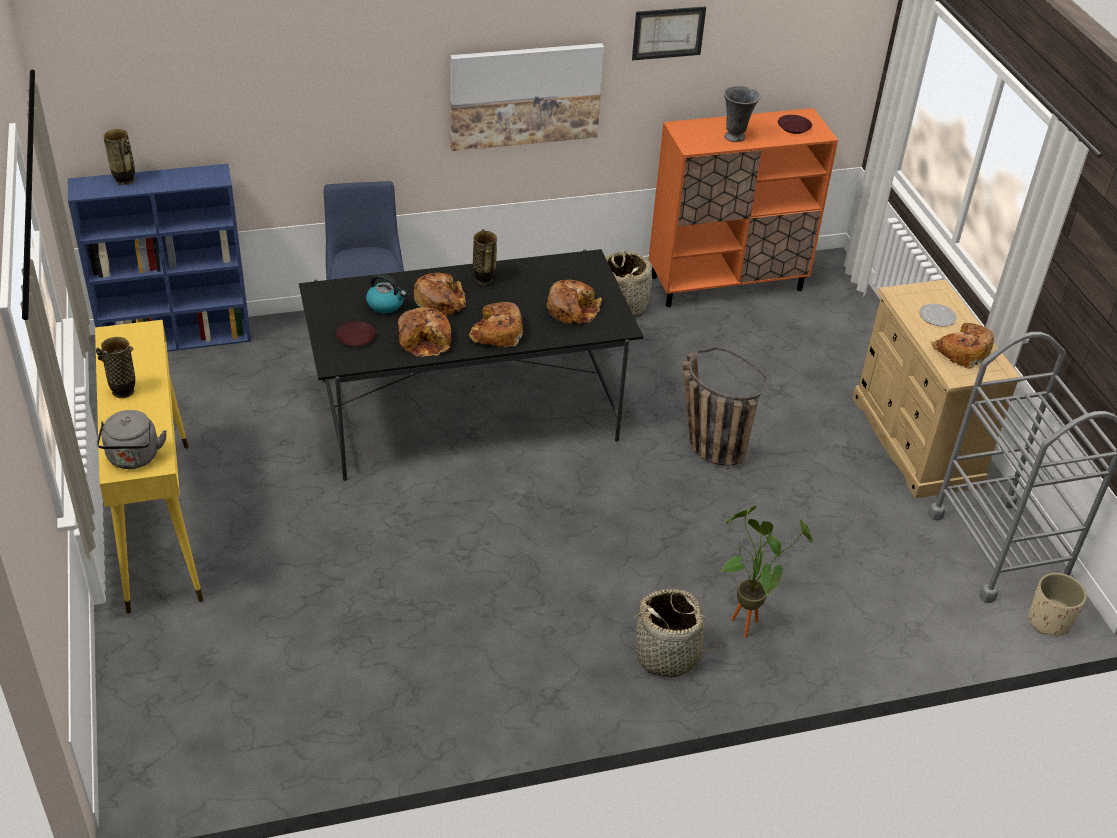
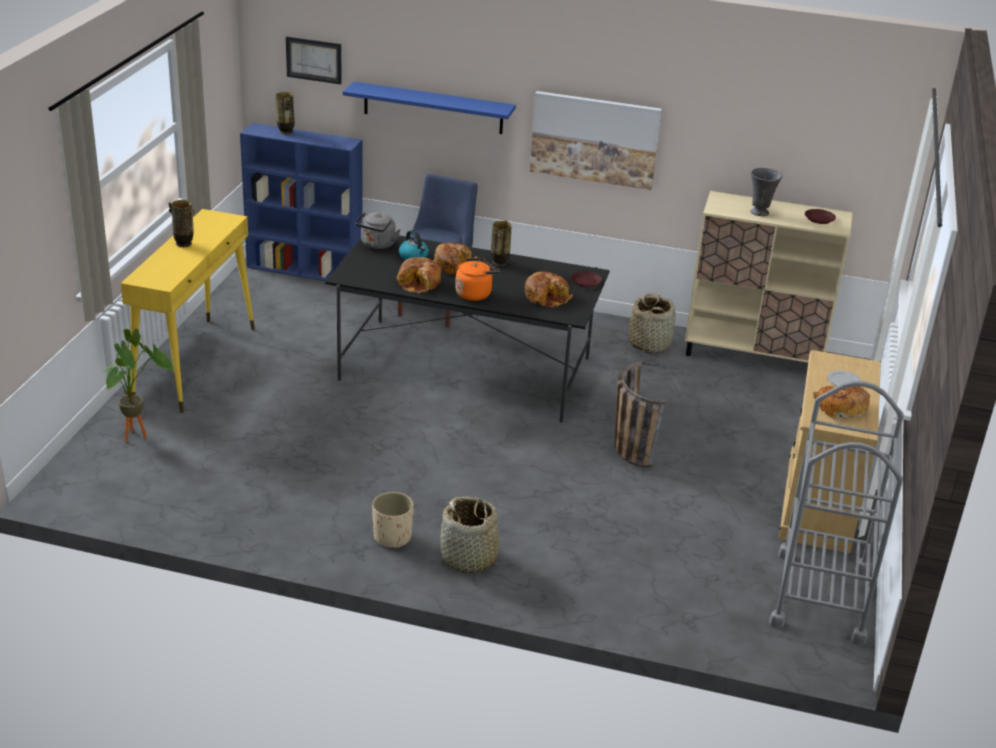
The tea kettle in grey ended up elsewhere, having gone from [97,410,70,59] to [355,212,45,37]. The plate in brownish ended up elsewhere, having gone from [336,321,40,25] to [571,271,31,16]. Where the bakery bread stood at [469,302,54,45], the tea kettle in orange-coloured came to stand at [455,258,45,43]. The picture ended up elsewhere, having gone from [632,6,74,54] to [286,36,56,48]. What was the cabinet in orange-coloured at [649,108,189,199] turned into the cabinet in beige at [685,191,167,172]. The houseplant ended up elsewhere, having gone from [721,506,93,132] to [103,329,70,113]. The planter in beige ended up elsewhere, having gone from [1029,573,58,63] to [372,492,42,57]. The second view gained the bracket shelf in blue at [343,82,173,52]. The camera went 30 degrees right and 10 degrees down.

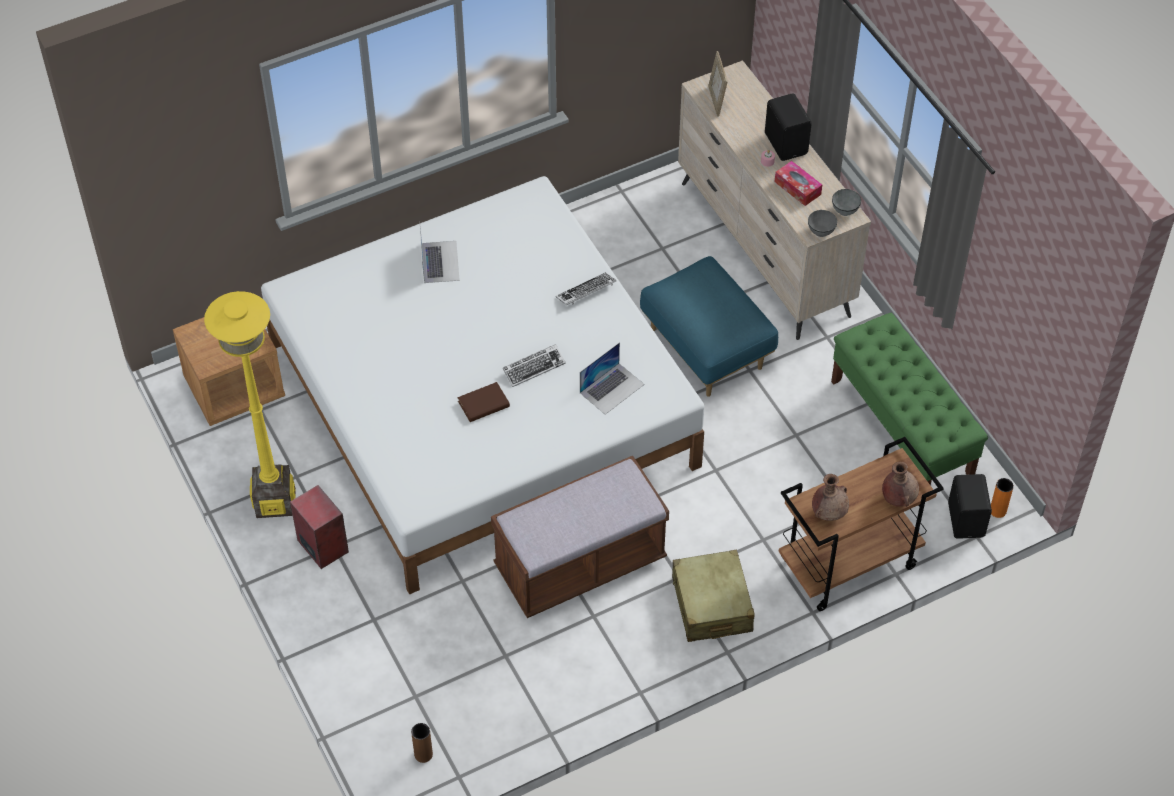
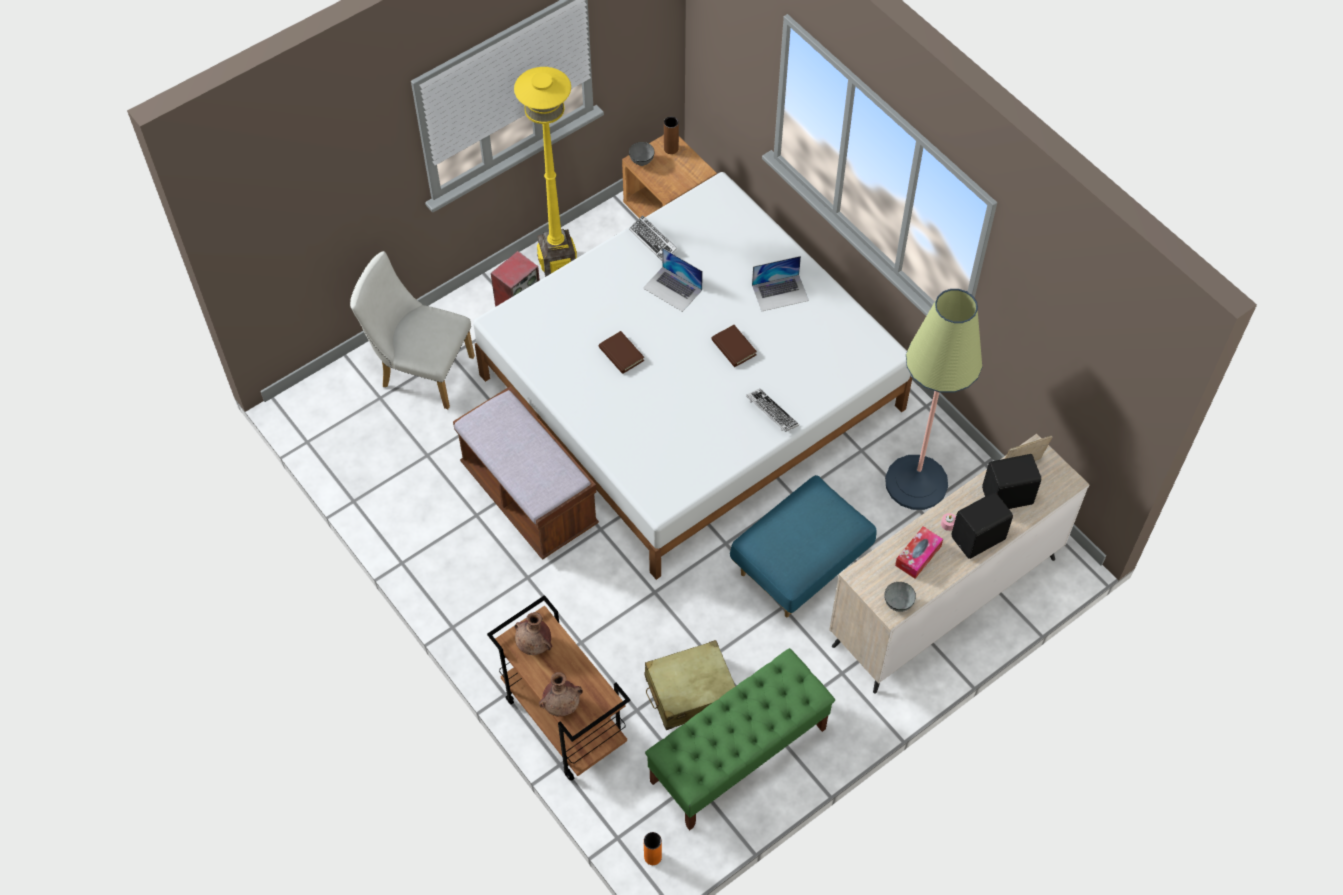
The flower vase in brownish ended up elsewhere, having gone from [411,723,22,40] to [664,117,15,37]. The keyboard ended up elsewhere, having gone from [503,344,63,43] to [629,215,48,46]. The notebook computer ended up elsewhere, having gone from [580,342,64,73] to [643,248,60,64]. The travel case in beige ended up elsewhere, having gone from [672,550,83,92] to [645,640,91,90]. The bowl in grey ended up elsewhere, having gone from [808,210,29,27] to [629,142,25,24]. The audio speaker in blackish ended up elsewhere, having gone from [948,474,44,65] to [982,454,59,55]. The second view gained the chair in whitish at [350,251,125,158]. The second view gained the bound book in brownish at [711,325,46,42]. The second view gained the standard lamp at [885,289,97,221]. The camera went 80 degrees right and 5 degrees up.

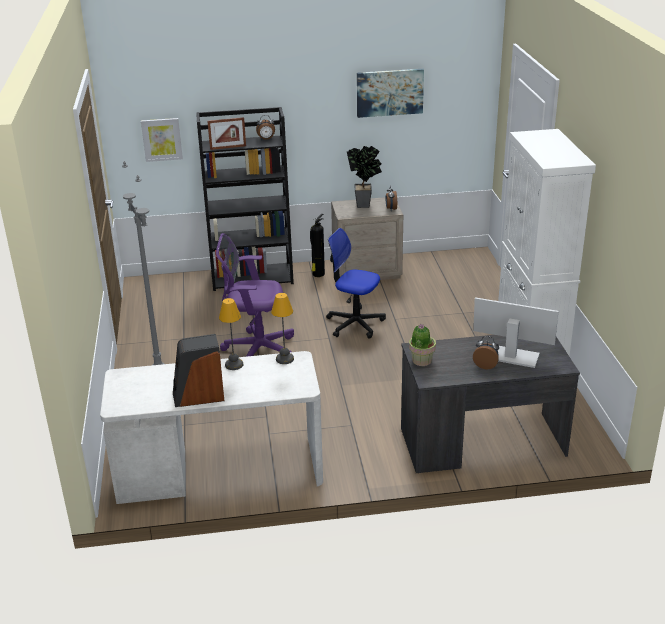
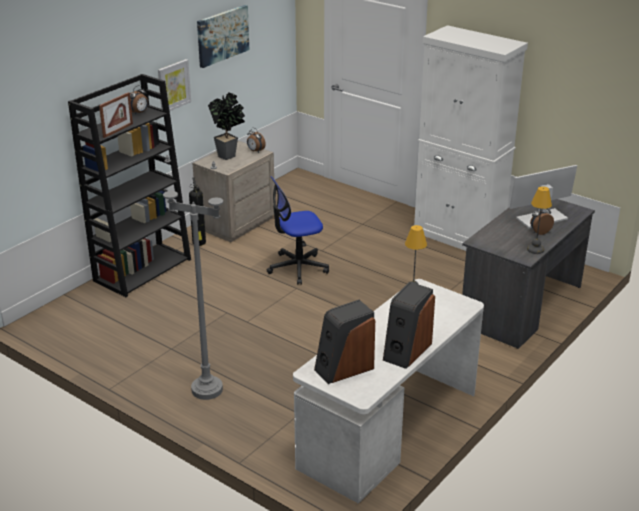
The picture ended up elsewhere, having gone from [141,118,42,44] to [158,59,33,52]. The second view lost the office chair in purple-coloured at [216,233,78,124]. The lamp for a table ended up elsewhere, having gone from [219,298,24,72] to [527,186,25,68]. The second view lost the houseplant at [409,324,27,42]. The second view gained the audio speaker at [314,300,61,84]. The camera went 45 degrees left and 0 degrees up.

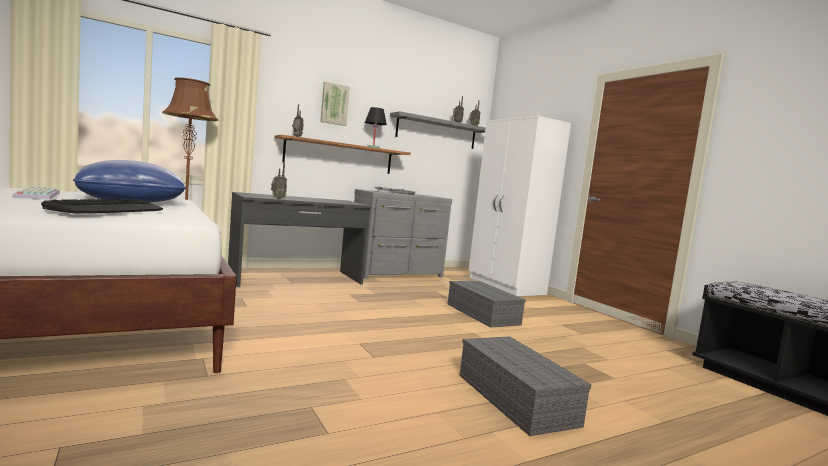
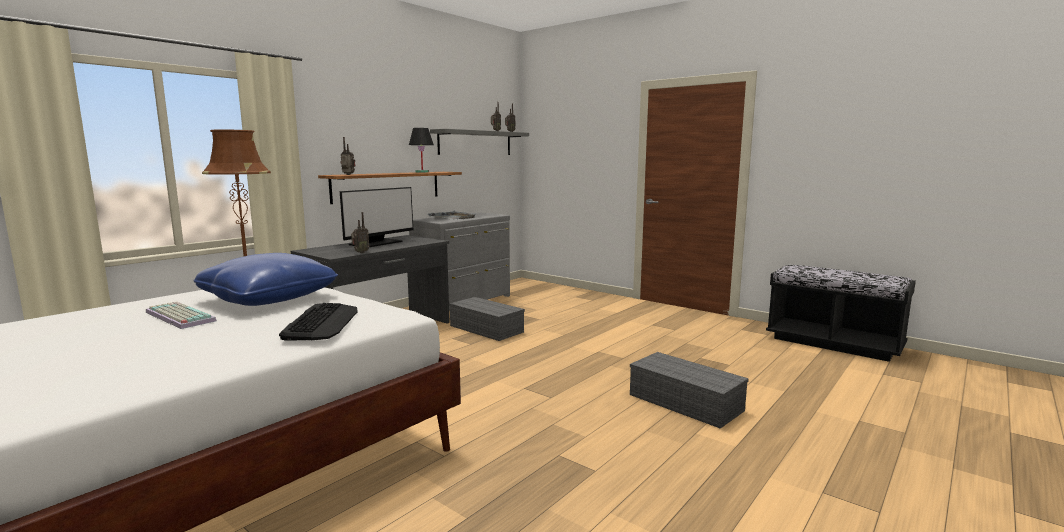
The second view lost the picture at [320,82,30,44]. The storage box in grey ended up elsewhere, having gone from [448,281,78,47] to [449,297,76,44]. The second view lost the wardrobe in whitish at [469,116,102,180]. The second view gained the computer display at [340,187,74,60]. The camera went 20 degrees left and 5 degrees up.

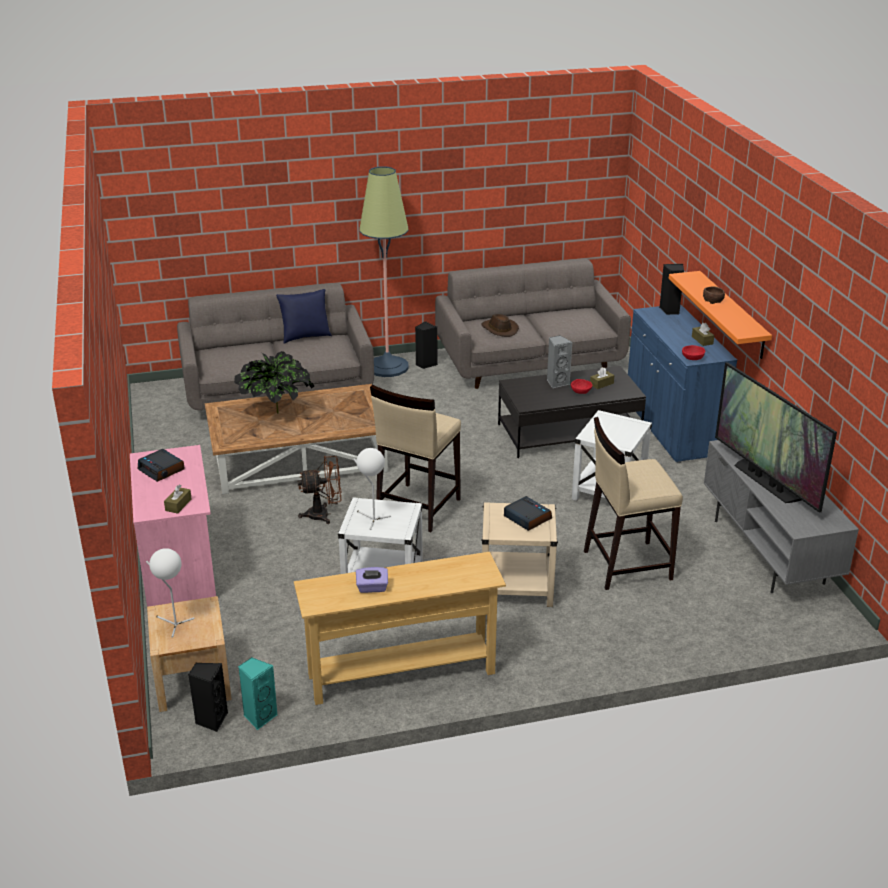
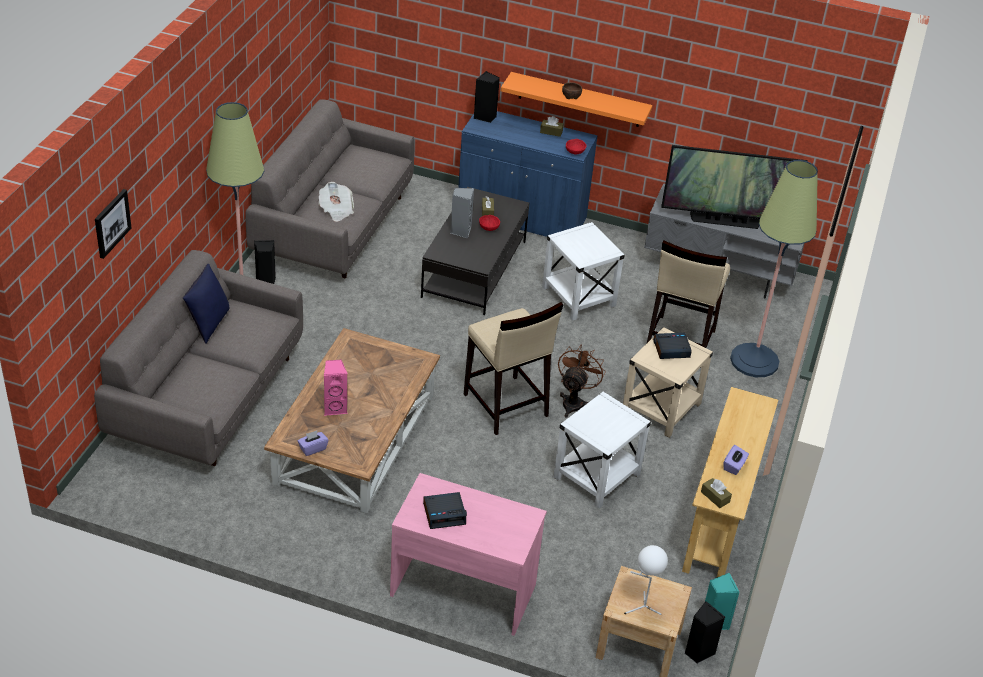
The tissue holder in brownish ended up elsewhere, having gone from [164,485,28,29] to [701,478,31,30]. Where the houseplant stood at [234,351,80,62], the audio speaker in pink came to stand at [324,360,24,56]. The fan in brownish ended up elsewhere, having gone from [298,456,43,68] to [558,345,48,73]. The second view lost the lamp for a table in whitish at [353,448,38,82]. Where the wearable hat in brownish stood at [481,314,38,23], the newspaper came to stand at [319,182,35,40]. The second view gained the picture at [95,189,37,70]. The second view gained the tissue holder in purple-coloured at [298,431,31,25]. The second view gained the standard lamp at [730,160,88,217]. The camera went 60 degrees left and 10 degrees up.

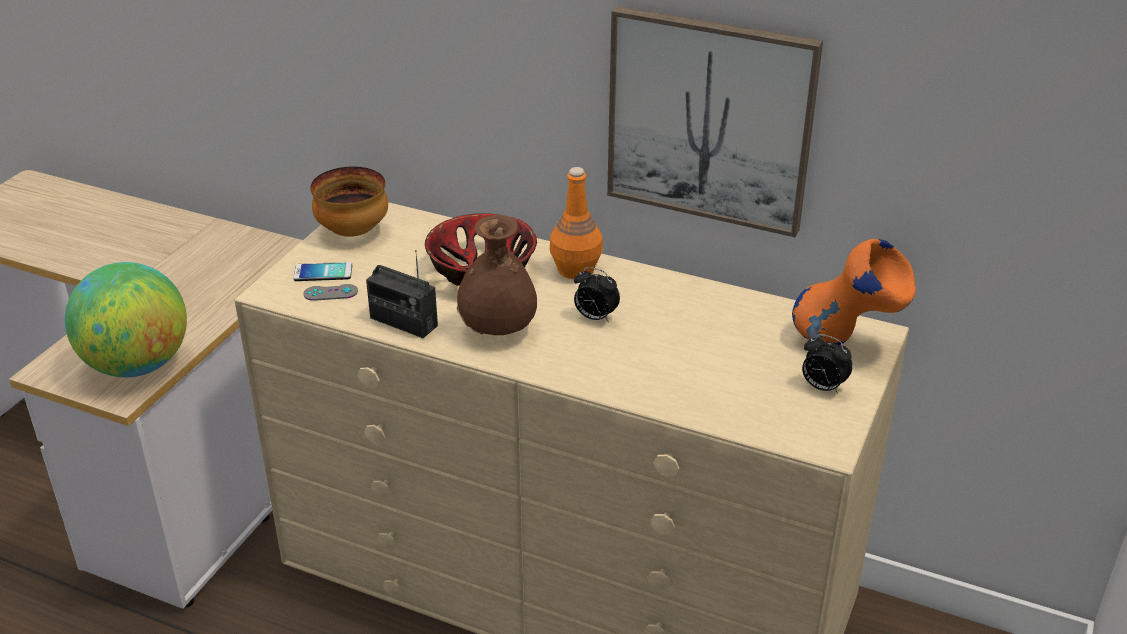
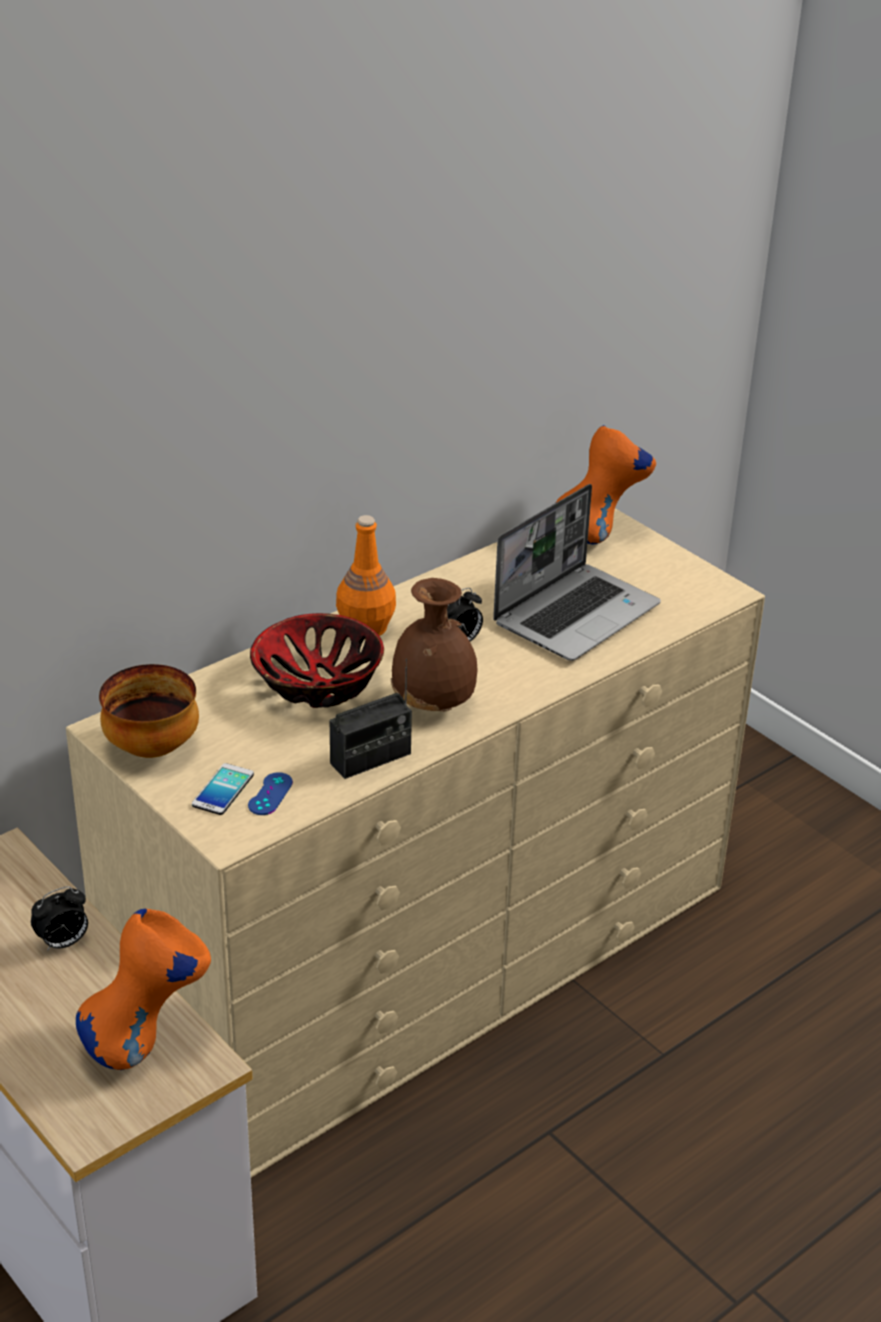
Where the world globe stood at [65,262,122,115], the flower vase in orange-coloured came to stand at [76,908,135,162]. What was the game controller in grey at [303,284,55,17] turned into the game controller in blue at [248,772,45,43]. The second view lost the picture at [607,6,216,231]. The bedside clock ended up elsewhere, having gone from [802,334,51,60] to [31,886,57,65]. The second view gained the notebook computer at [493,484,168,177]. The camera went 65 degrees left and 0 degrees up.

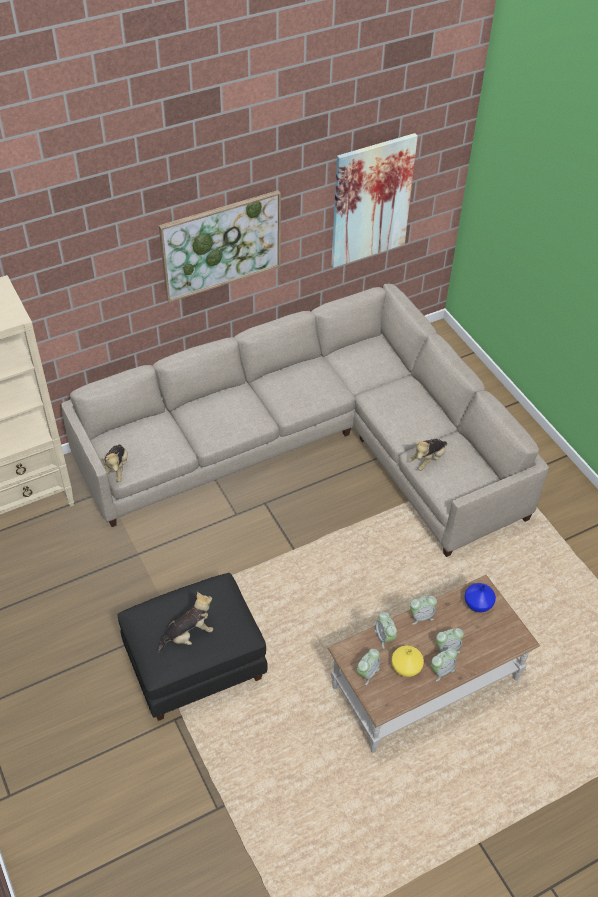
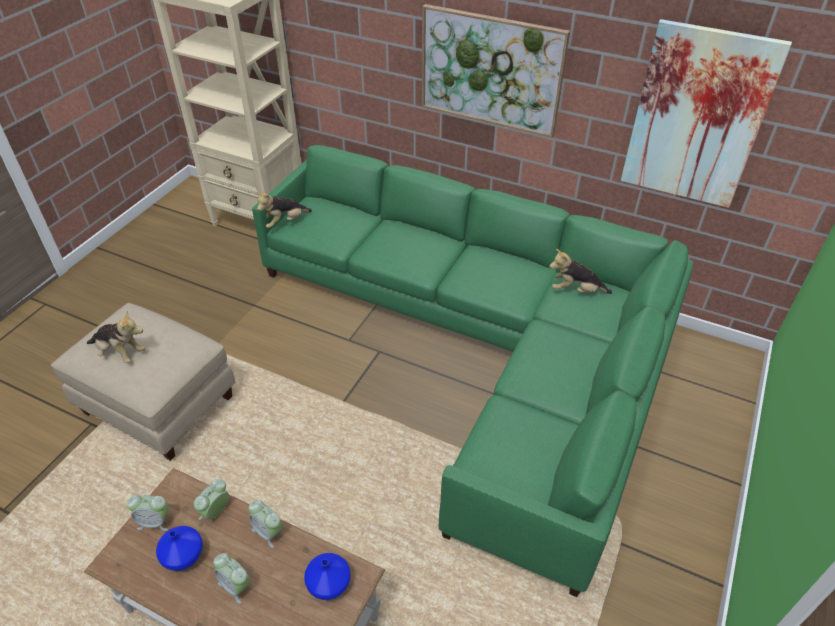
What was the couch in beige at [61,284,488,273] turned into the couch in greenish at [252,145,441,452]. What was the pouffe in blackish at [118,573,150,148] turned into the pouffe in beige at [51,303,184,158]. What was the flower vase in yellow-coloured at [391,646,33,31] turned into the flower vase in blue at [156,526,47,45]. The cuddly toy ended up elsewhere, having gone from [409,439,38,32] to [549,249,63,45]. The second view lost the bedside clock at [430,648,27,34]. The camera went 55 degrees right and 5 degrees down.

